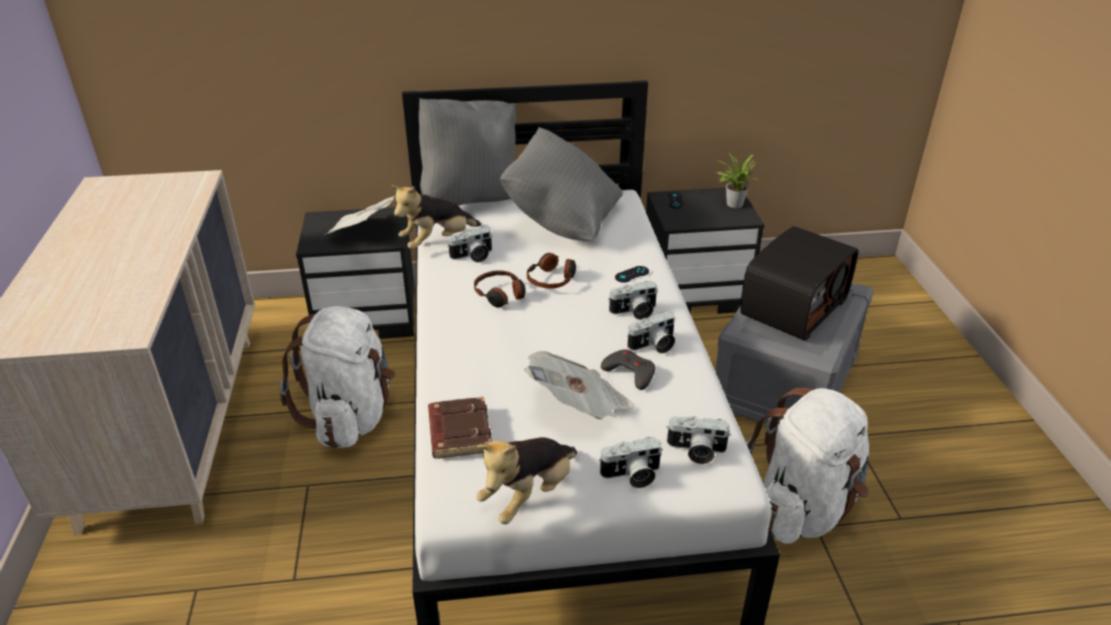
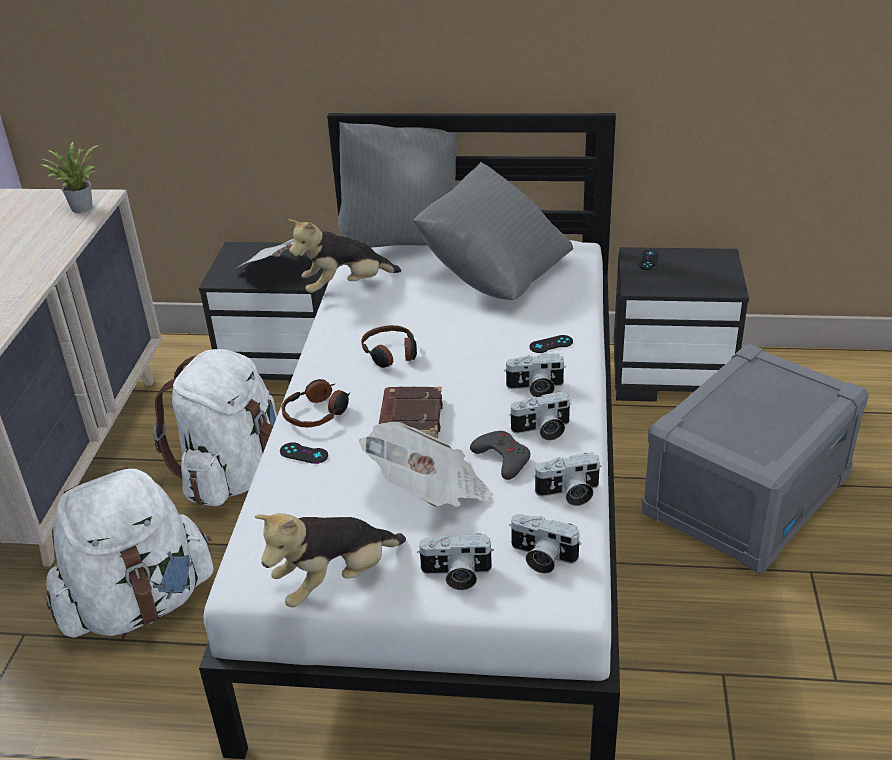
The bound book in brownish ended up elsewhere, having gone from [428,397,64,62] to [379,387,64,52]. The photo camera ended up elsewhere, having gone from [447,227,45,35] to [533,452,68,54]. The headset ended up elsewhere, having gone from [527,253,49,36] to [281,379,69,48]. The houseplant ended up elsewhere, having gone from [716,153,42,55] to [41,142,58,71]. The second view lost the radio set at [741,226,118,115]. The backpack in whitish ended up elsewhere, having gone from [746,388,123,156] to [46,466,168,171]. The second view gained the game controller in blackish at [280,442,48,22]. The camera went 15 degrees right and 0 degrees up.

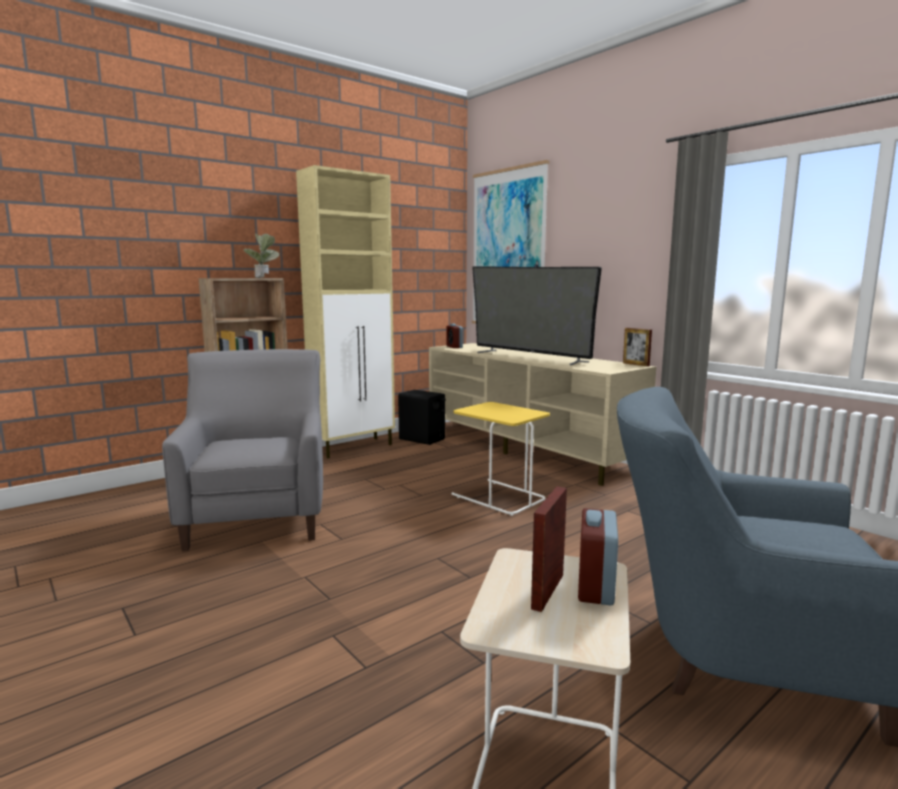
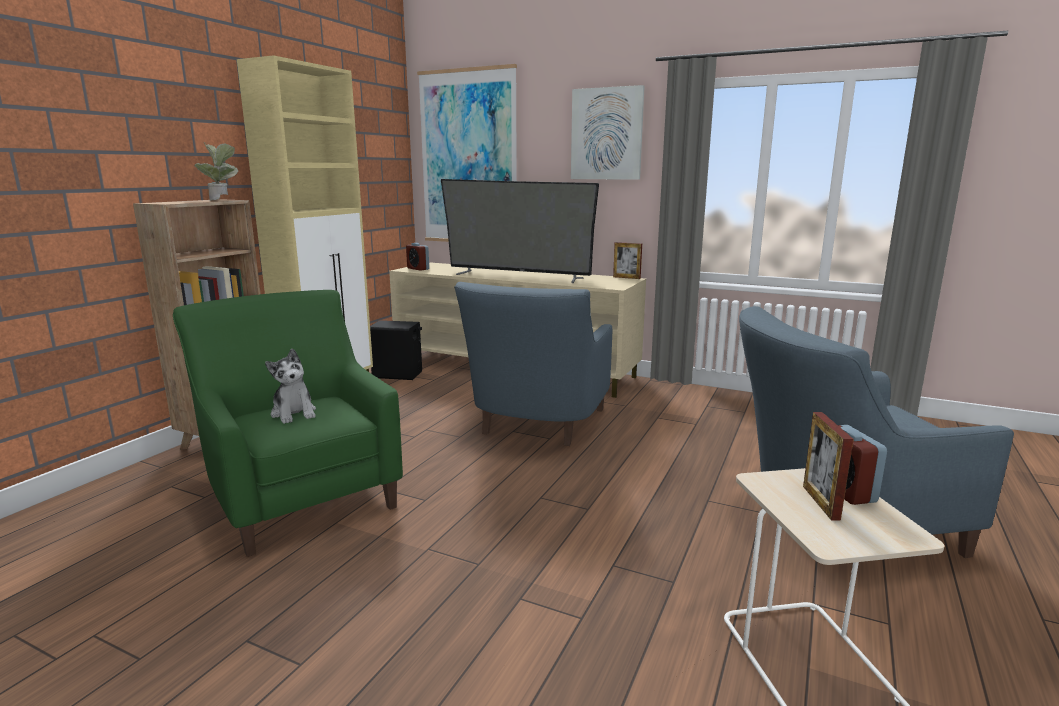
What was the lounge chair in grey at [162,349,161,202] turned into the lounge chair in greenish at [173,290,230,267]. Where the accent table in yellow-coloured stood at [452,402,98,114], the lounge chair in blue came to stand at [454,282,158,164]. The second view gained the cuddly toy at [265,349,51,75]. The second view gained the picture at [571,85,74,95]. The camera went 25 degrees left and 5 degrees up.

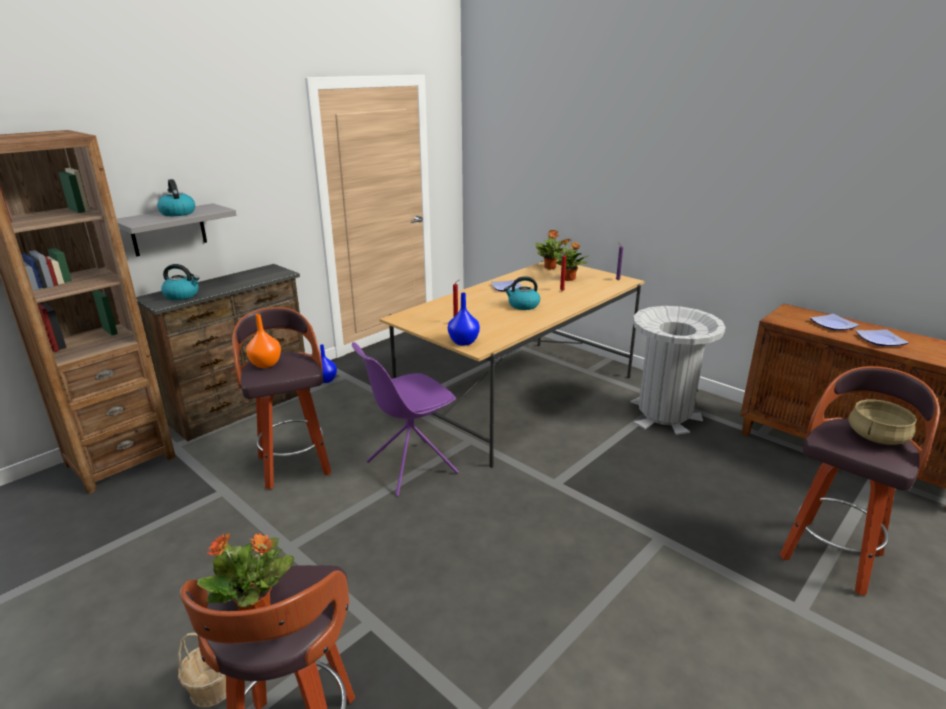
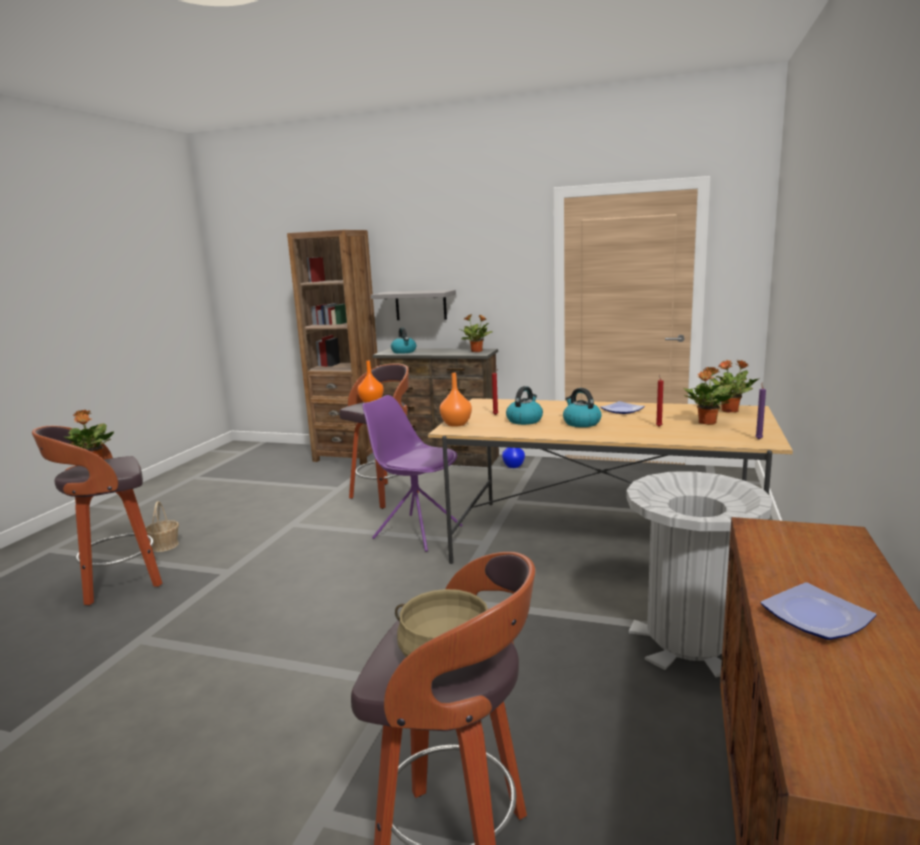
The tea kettle ended up elsewhere, having gone from [157,179,38,37] to [506,386,37,39]. What was the flower vase in blue at [448,293,32,53] turned into the flower vase in orange-coloured at [440,373,32,54]. The second view lost the plate at [810,314,49,16]. The second view gained the houseplant at [460,314,33,38]. The camera went 65 degrees right and 10 degrees down.

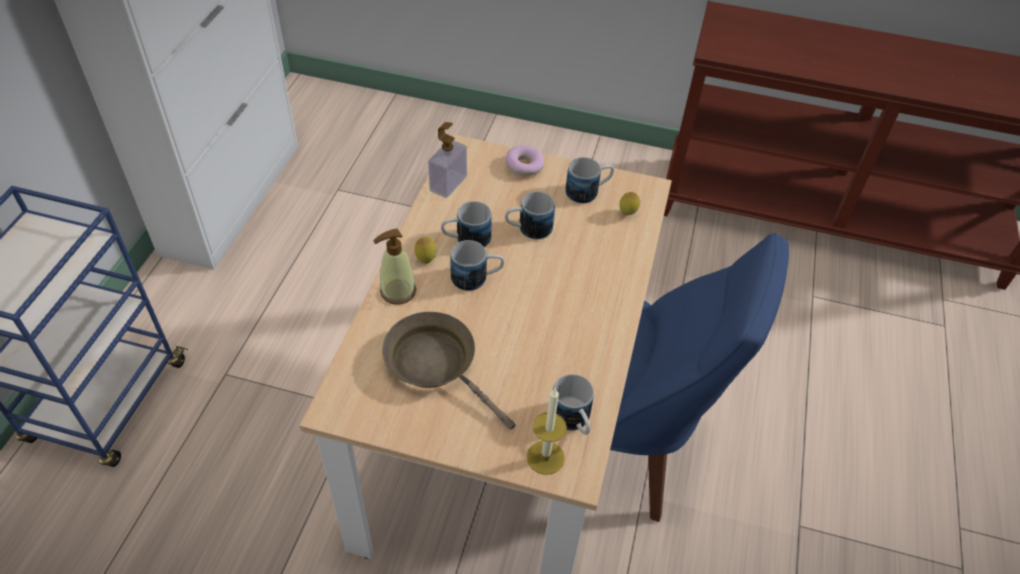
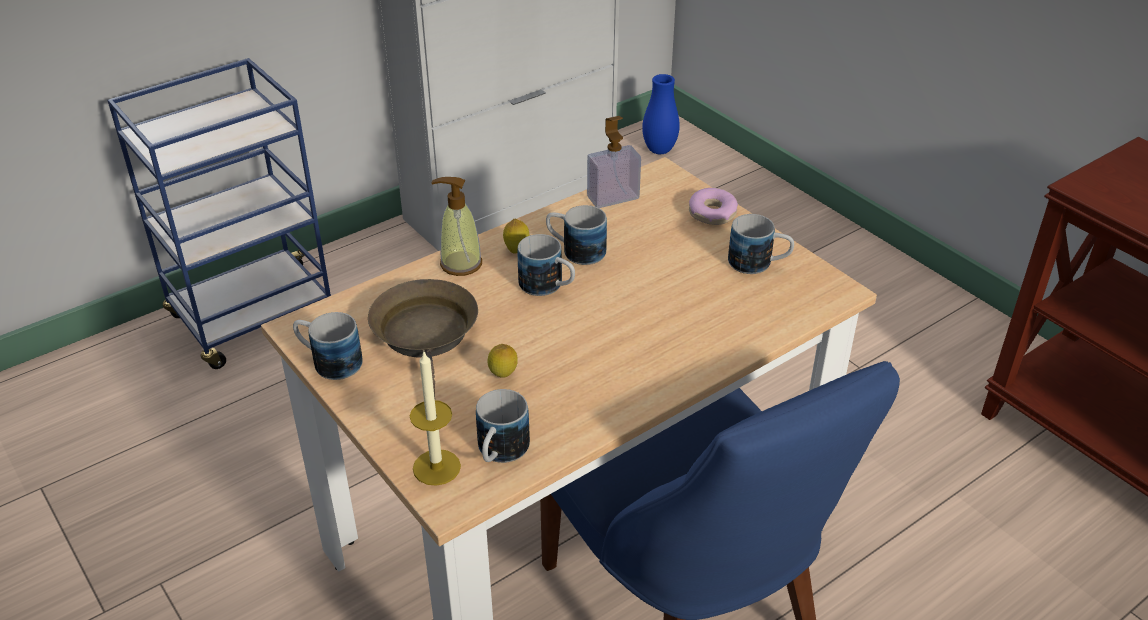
The mug ended up elsewhere, having gone from [505,191,50,49] to [293,312,70,68]. The citrus fruit ended up elsewhere, having gone from [619,192,21,23] to [487,344,31,34]. The second view gained the flower vase in blue at [642,74,38,80]. The camera went 40 degrees right and 10 degrees down.

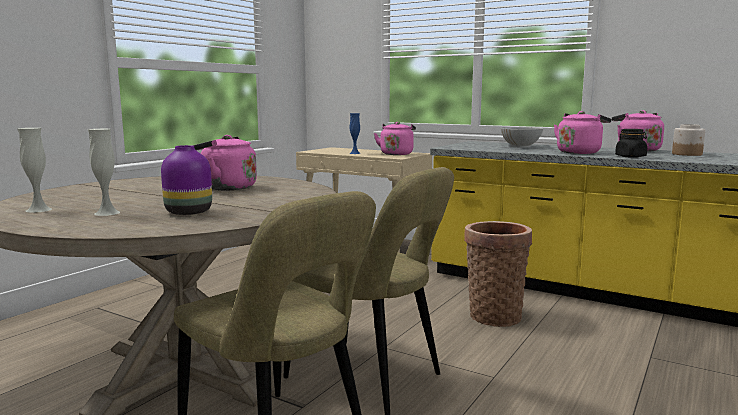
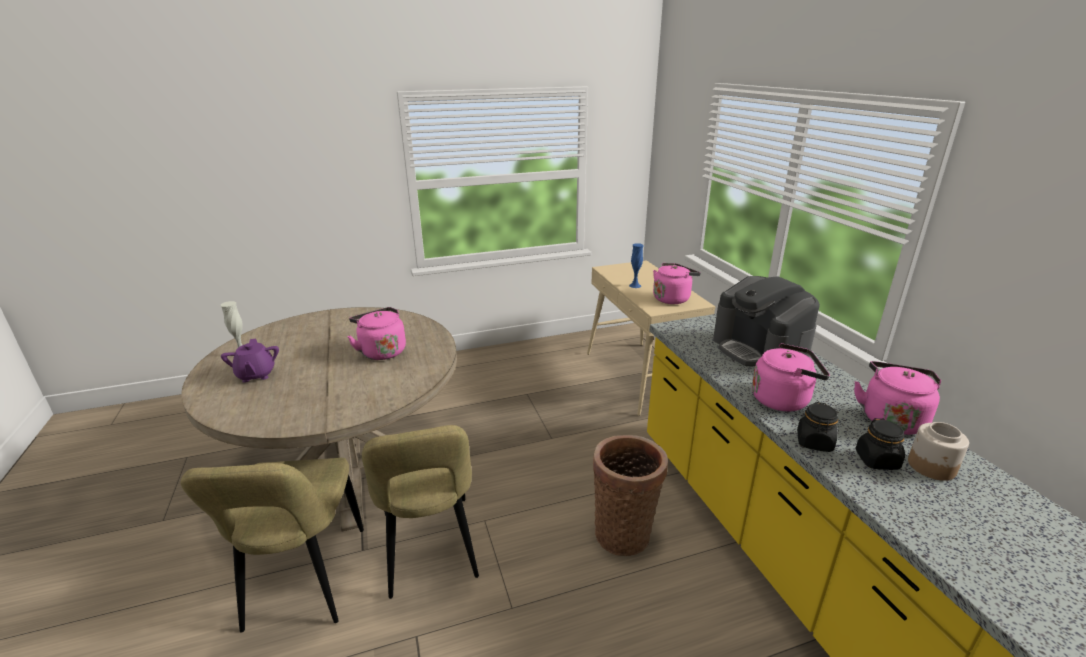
Where the flower vase in whitish stood at [88,129,32,87], the pot for tea in purple-coloured came to stand at [221,339,58,44]. The second view lost the flower vase in purple-coloured at [161,145,51,70]. Where the bowl in whitish stood at [500,127,43,21], the coffee brewer came to stand at [713,276,107,91]. The second view gained the storage jar in blackish at [855,418,50,52]. The camera went 40 degrees right and 15 degrees up.

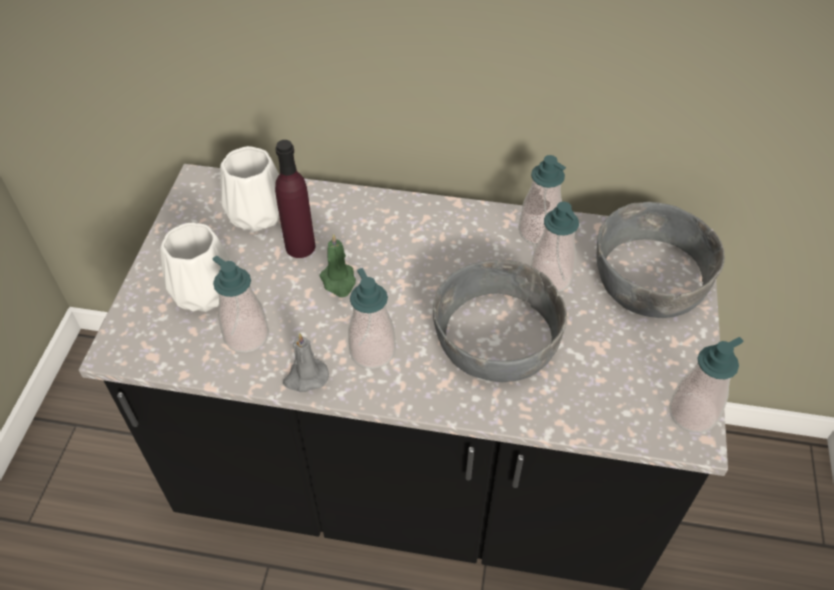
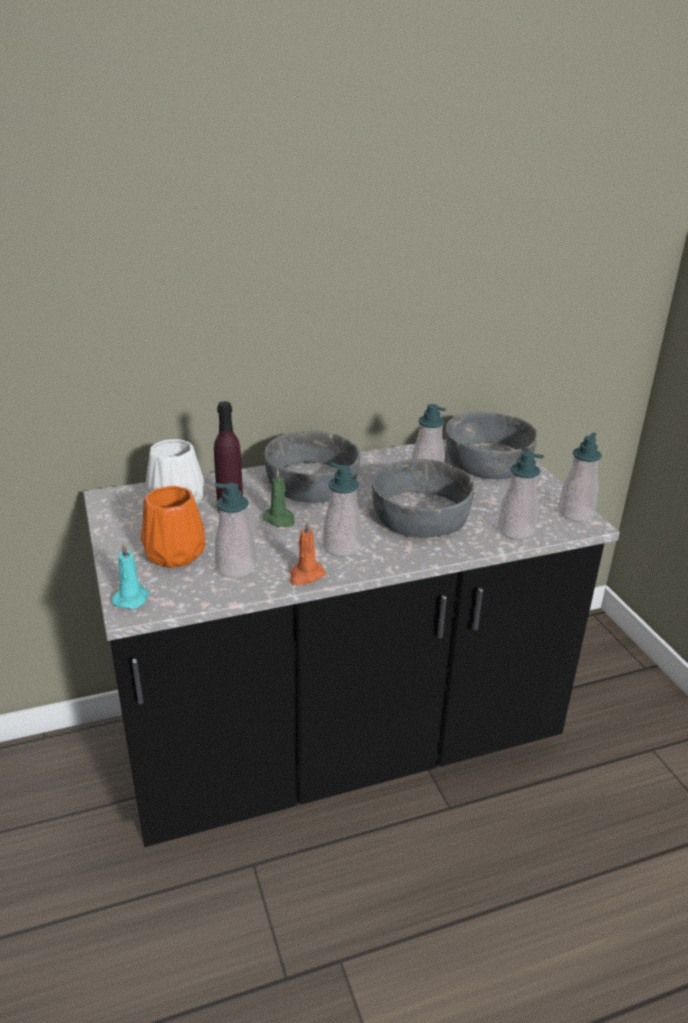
What was the flower vase in whitish at [160,223,71,89] turned into the flower vase in orange-coloured at [141,486,65,82]. What was the wax light in grey at [283,333,46,59] turned into the wax light in orange-coloured at [290,520,36,65]. The liquid soap bottle ended up elsewhere, having gone from [518,155,48,90] to [498,451,46,89]. The second view gained the wax light in turquoise at [112,542,37,67]. The second view gained the bowl in grey at [264,431,96,72]. The camera went 30 degrees left and 20 degrees down.

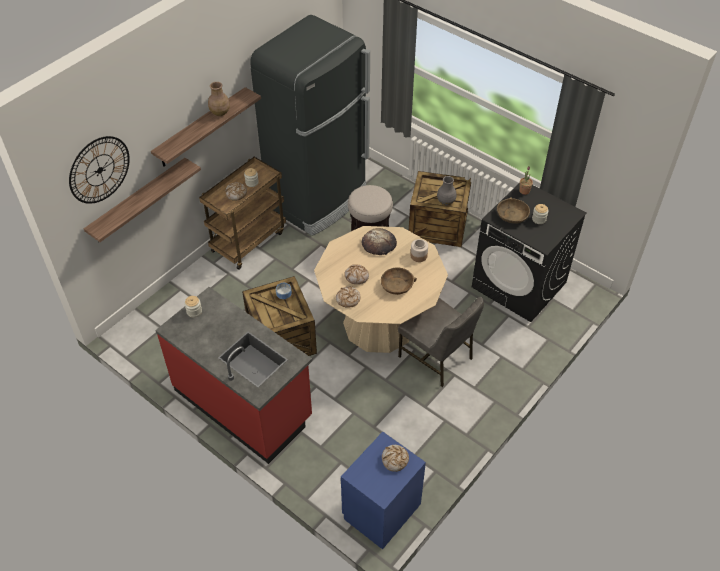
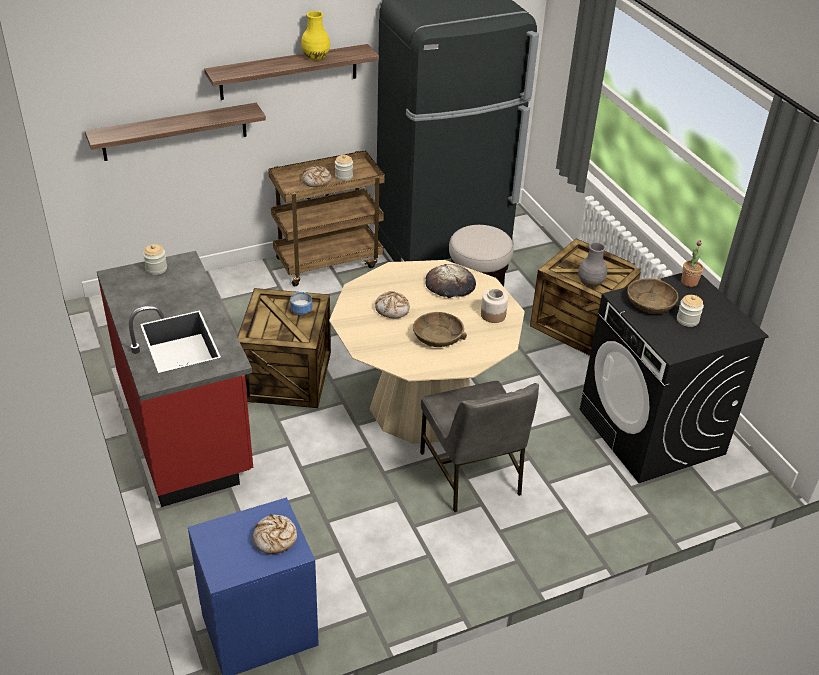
The second view lost the wall clock at [69,136,61,68]. What was the flower vase in brownish at [208,82,22,34] turned into the flower vase in yellow-coloured at [301,11,29,50]. The second view lost the bakery bread at [336,286,25,22]. The camera went 25 degrees right and 10 degrees down.

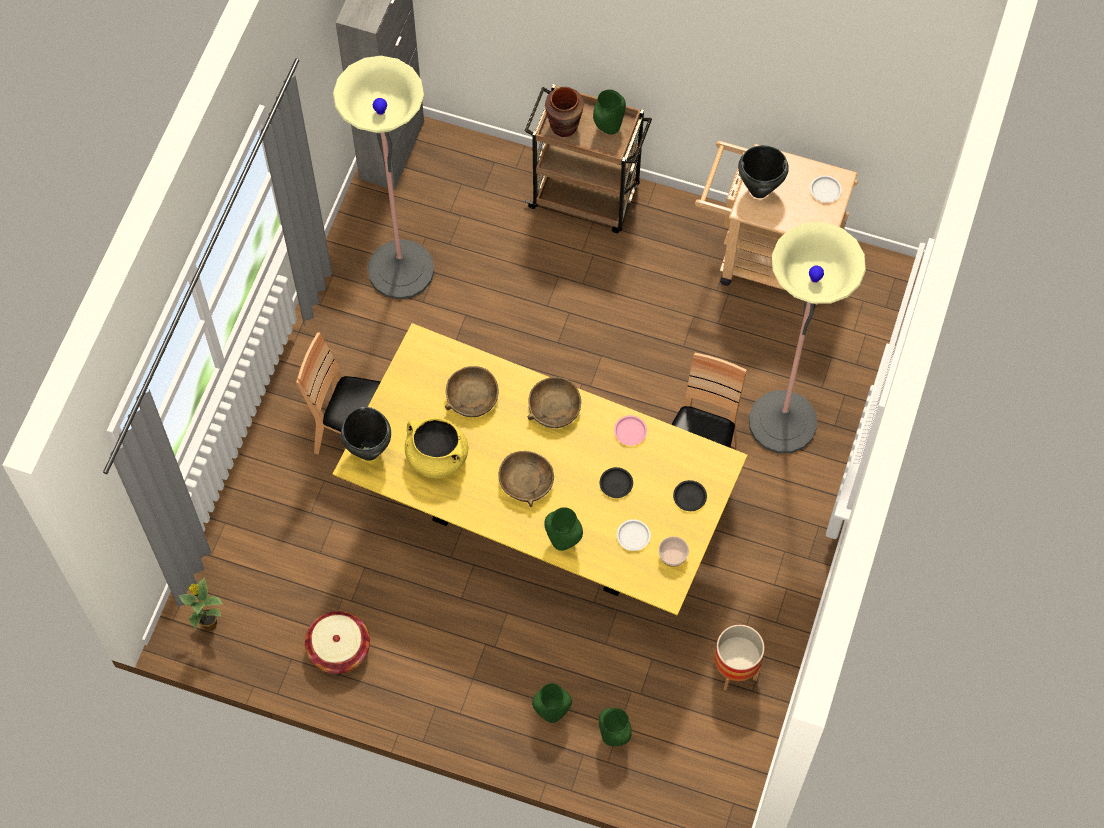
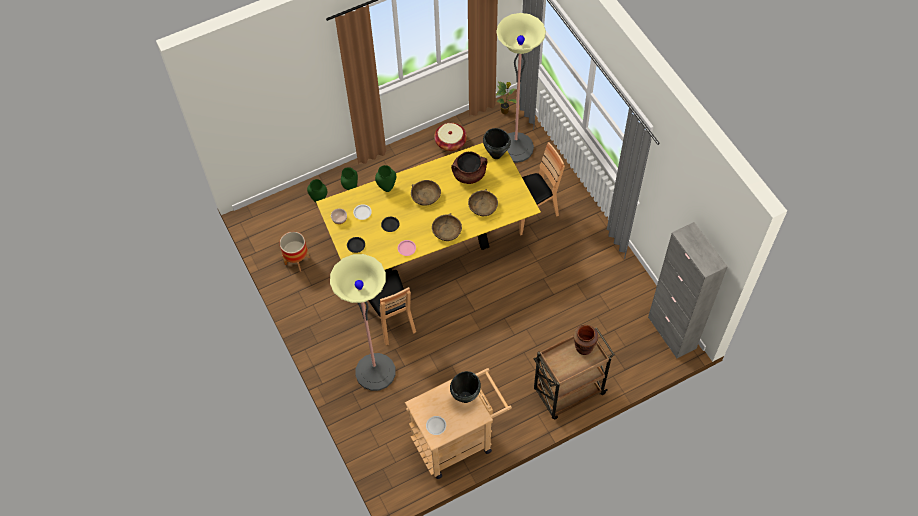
The standard lamp ended up elsewhere, having gone from [333,56,101,244] to [496,13,50,150]. What was the cooking pot in yellow-coloured at [405,418,63,60] turned into the cooking pot in brownish at [451,151,37,33]. The second view lost the flower vase in greenish at [593,89,33,46]. The camera went 135 degrees right and 5 degrees down.

